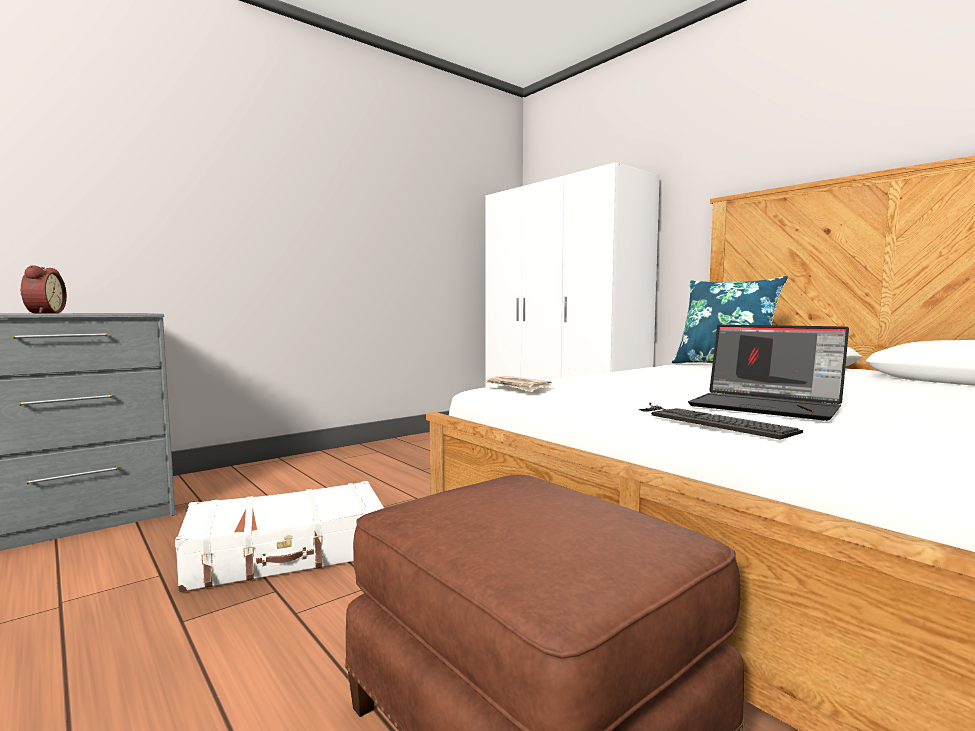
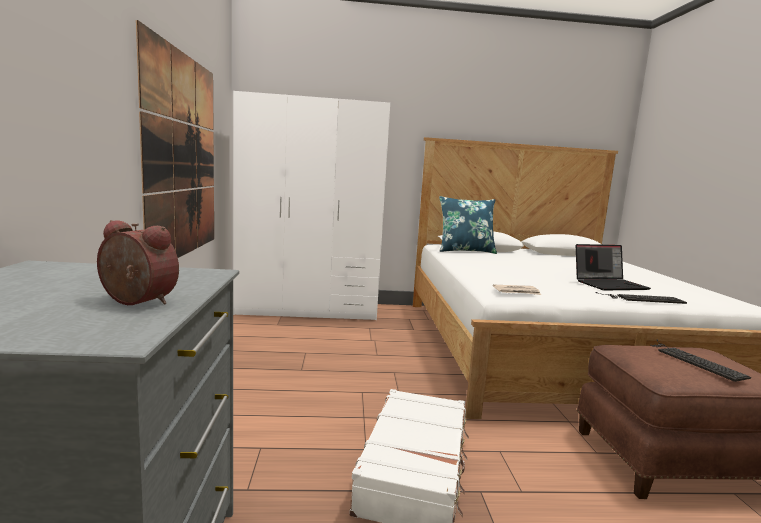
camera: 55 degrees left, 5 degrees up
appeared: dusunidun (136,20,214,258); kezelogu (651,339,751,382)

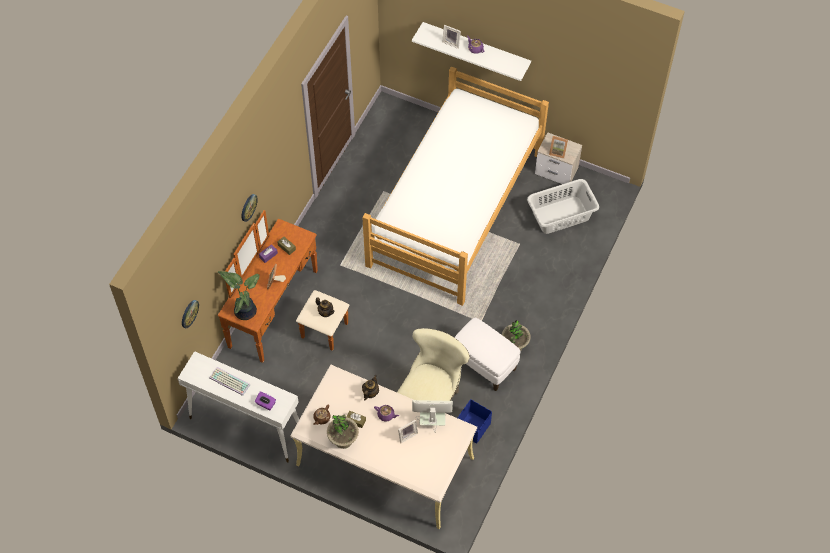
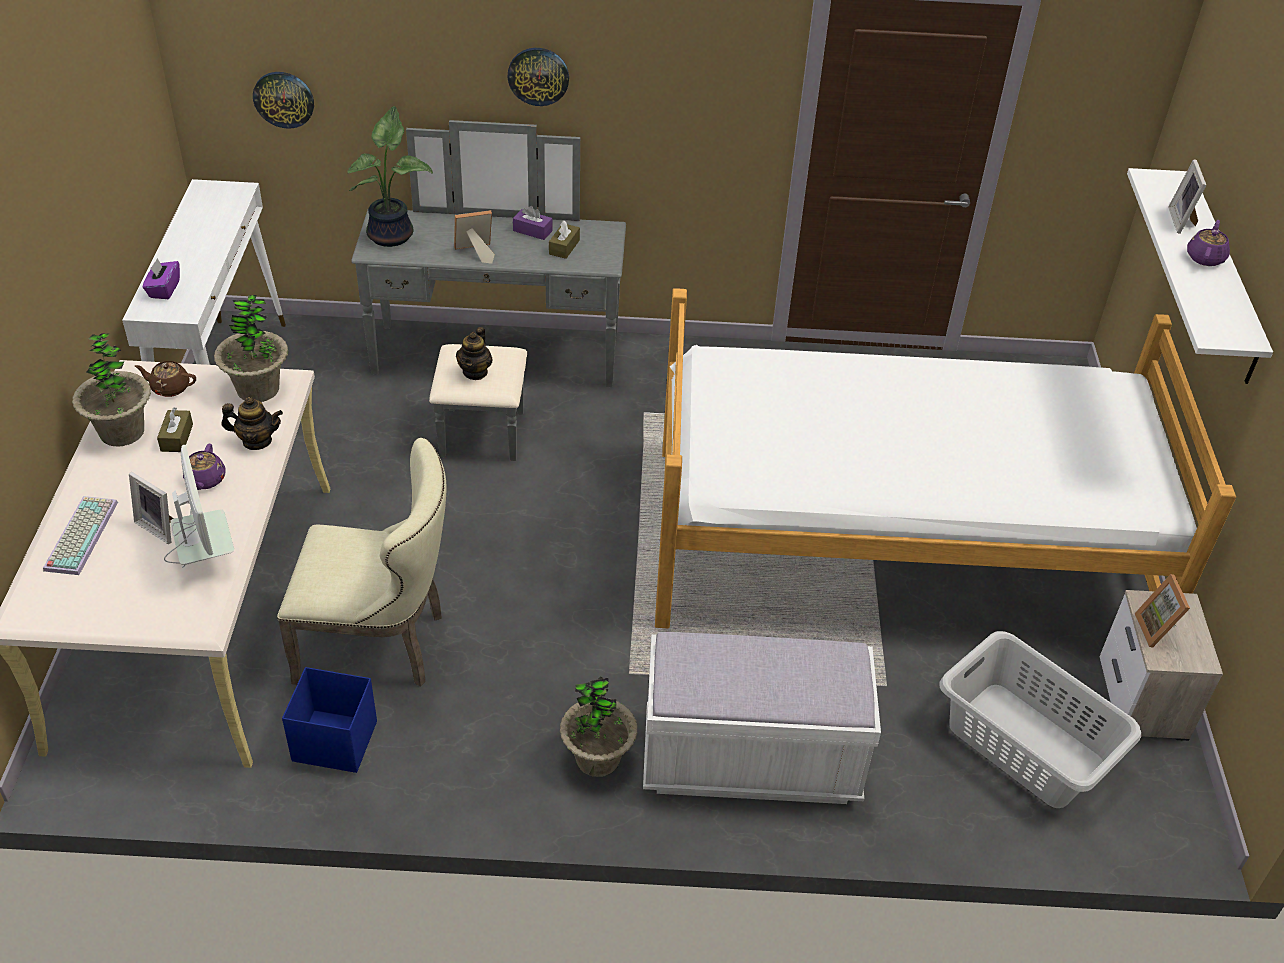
camera: 65 degrees right, 15 degrees down
missing: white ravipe (454,318,521,391)
appeared: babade (214,295,288,402); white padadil (643,632,881,804)
relocated: kezelogu (209,367,250,396) to (43,496,118,575)
colour: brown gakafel (218,210,350,363) to grey gakafel (351,120,626,461)

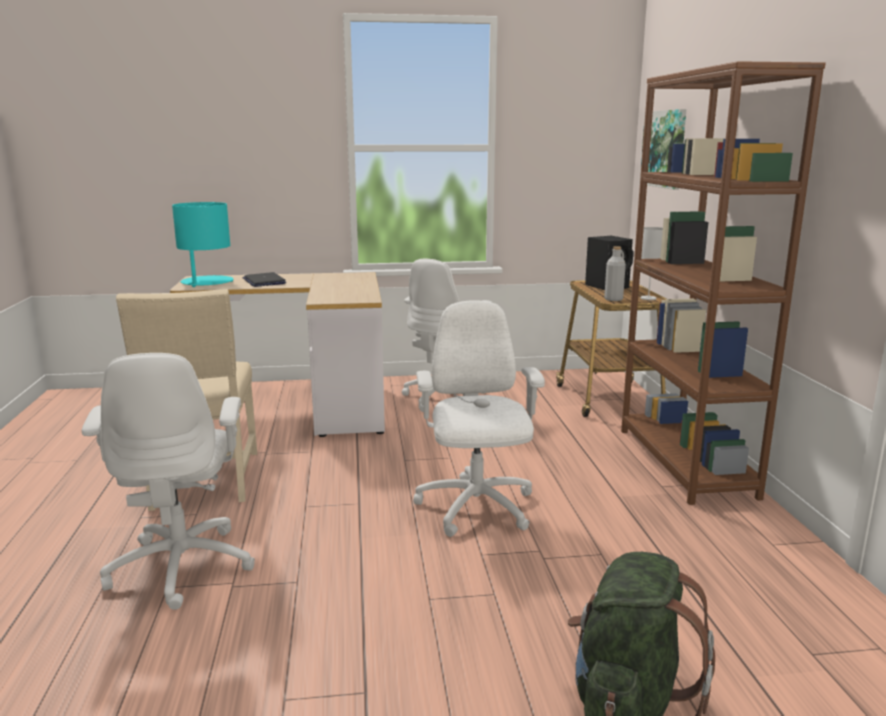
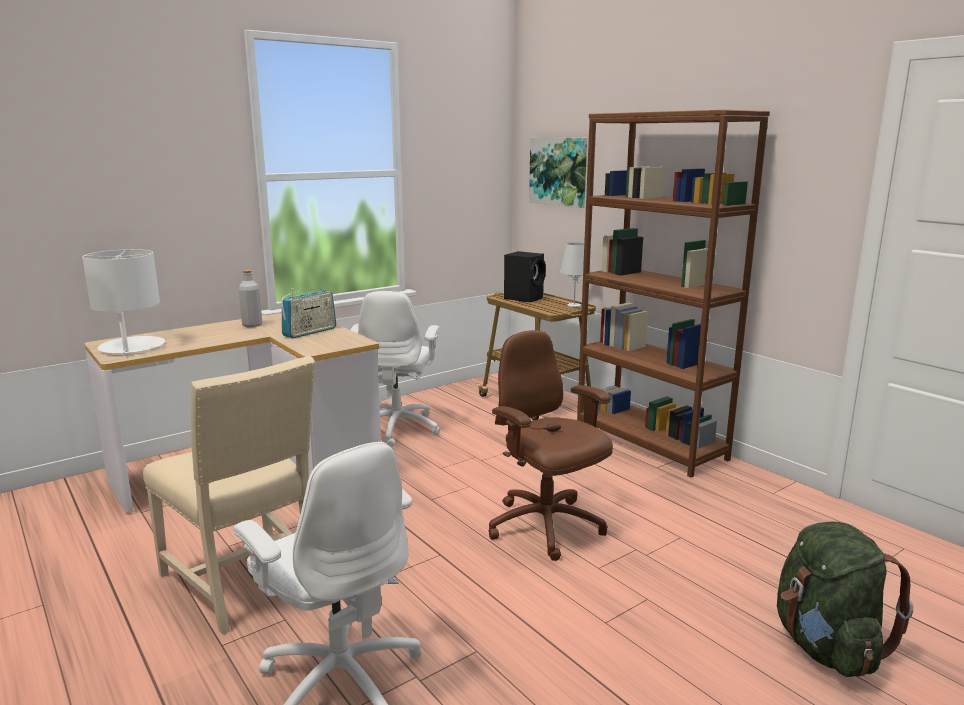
camera: 30 degrees left, 0 degrees up
missing: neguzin (242,272,286,287)
appeared: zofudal (281,288,336,338)
relocated: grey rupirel (604,246,626,301) to (239,270,262,327)
colour: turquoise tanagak (172,202,233,287) to white tanagak (82,249,165,356); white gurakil (413,300,545,537) to brown gurakil (488,330,613,561)

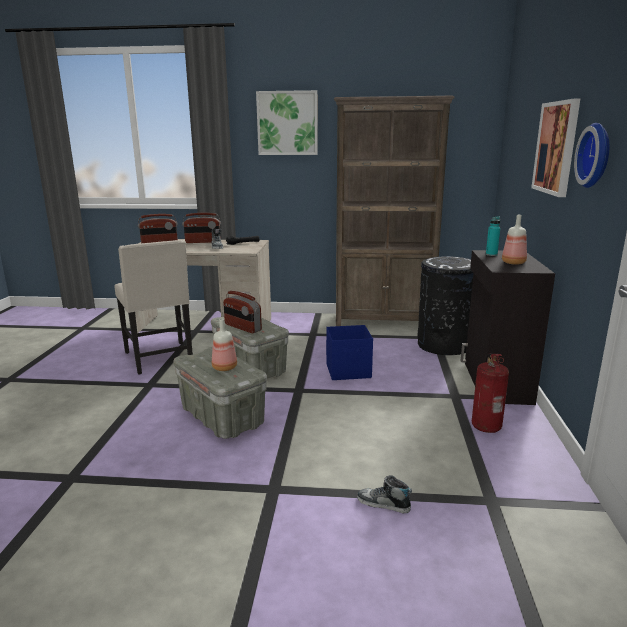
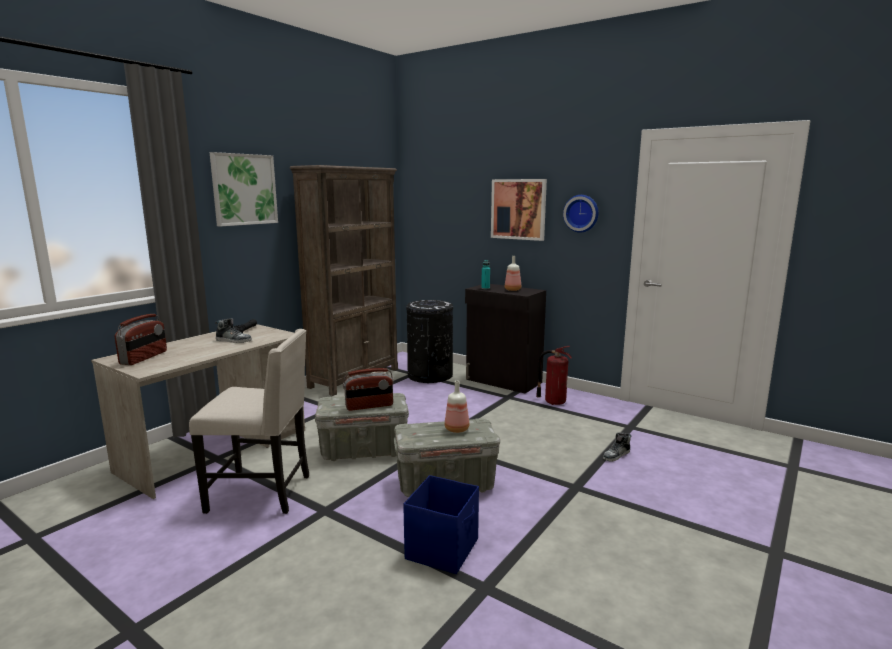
camera: 60 degrees left, 5 degrees down
missing: zofudal (182,213,221,243)
relocated: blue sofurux (326,325,373,380) to (403,475,479,574)

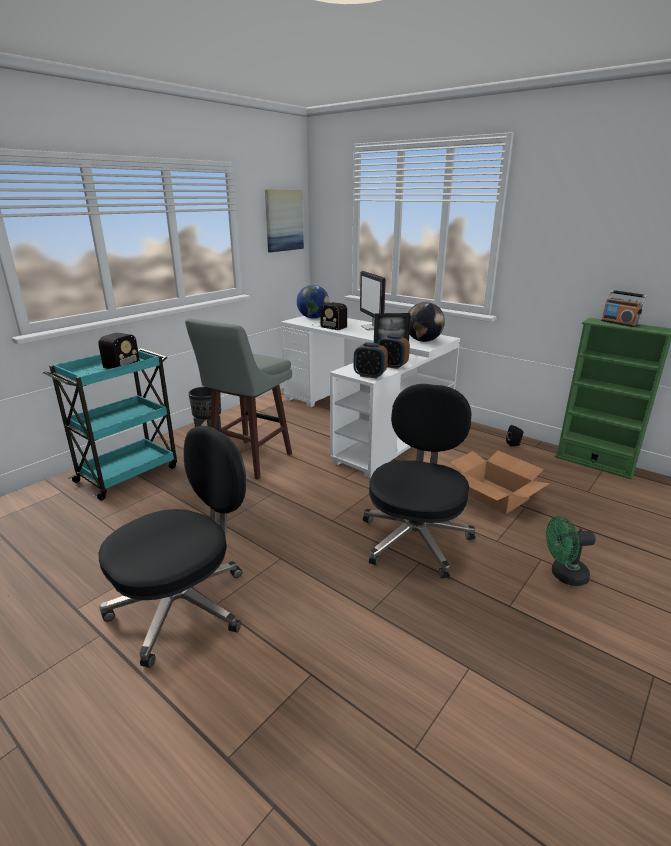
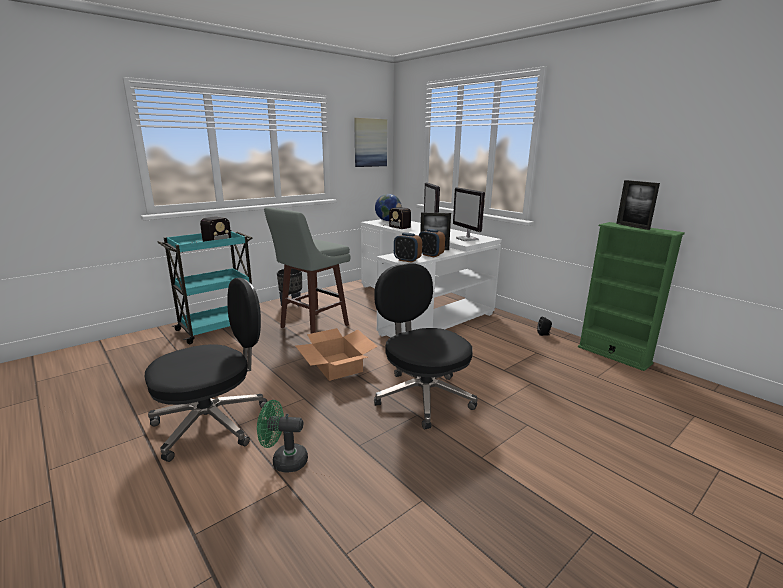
camera: 10 degrees right, 5 degrees down
relocated: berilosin (450,451,550,514) to (295,328,378,381); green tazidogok (546,516,596,586) to (257,400,308,472)
exchanged: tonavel (408,302,445,342) to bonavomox (453,187,485,241); zofudal (601,290,648,327) to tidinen (616,180,660,230)
spun: black gurakil (363,384,475,578) = (374,263,478,430) 60 degrees counterclockwise

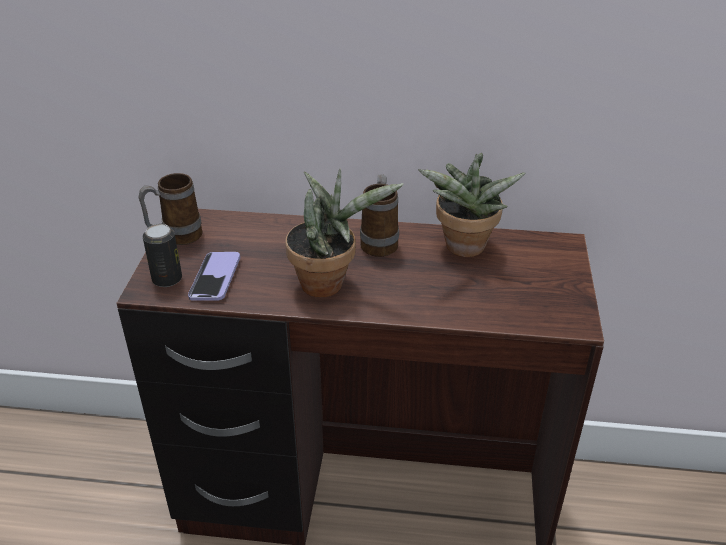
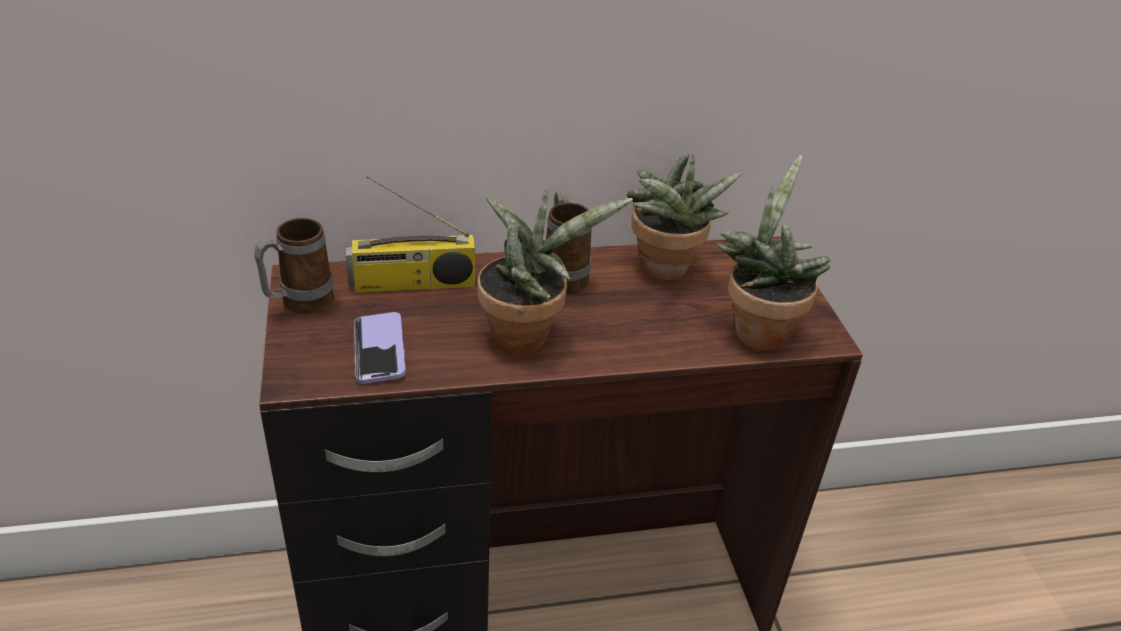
camera: 20 degrees left, 0 degrees up
missing: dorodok (143,224,182,287)
appeared: zofudal (346,176,475,293); babade (716,155,831,351)

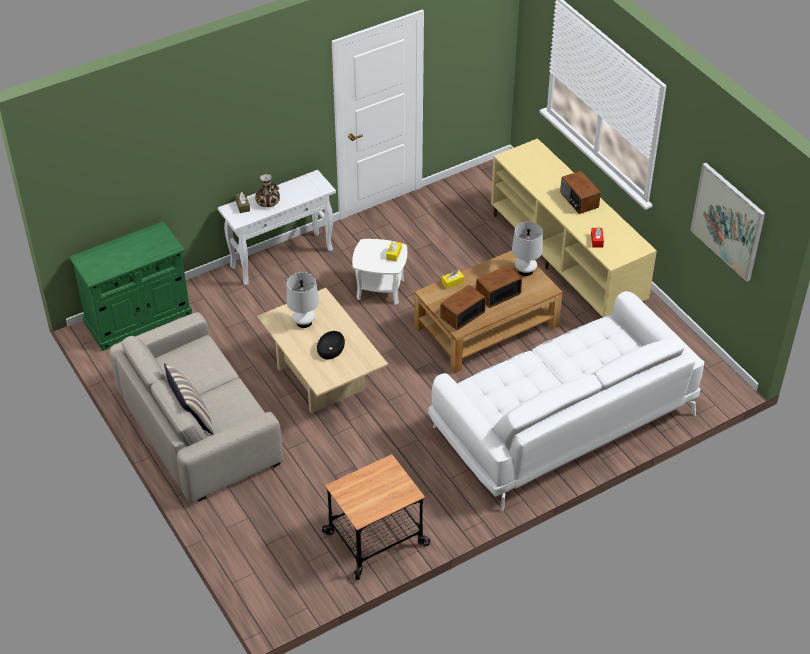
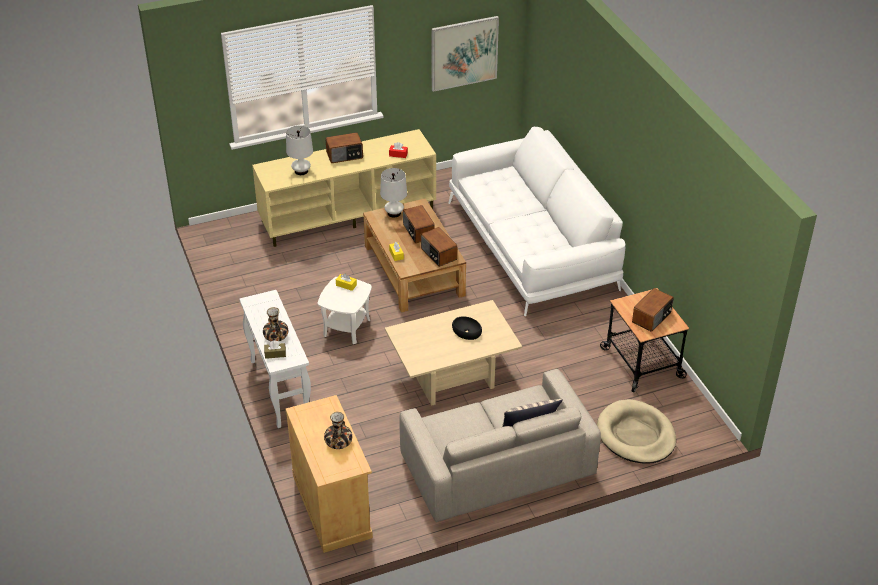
camera: 80 degrees left, 5 degrees down
appeared: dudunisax (324,412,352,449); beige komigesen (597,399,676,464); zofudal (632,288,674,332)
relocated: white tanagak (287,272,319,328) to (286,126,313,175)
colour: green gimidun (69,221,192,351) to beige gimidun (285,395,373,553)

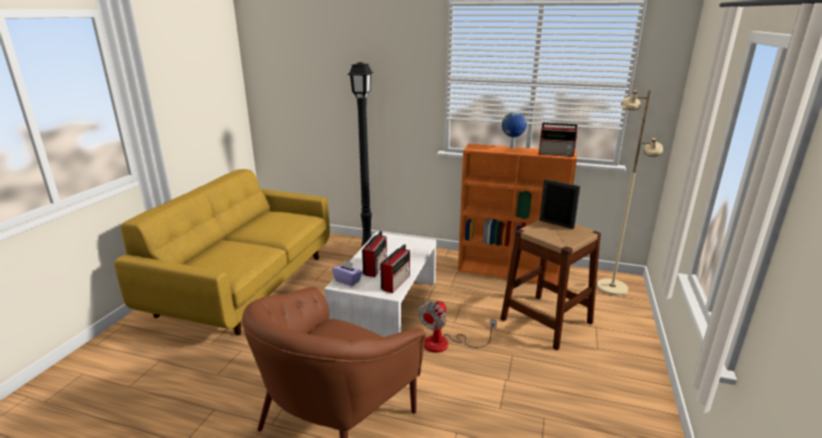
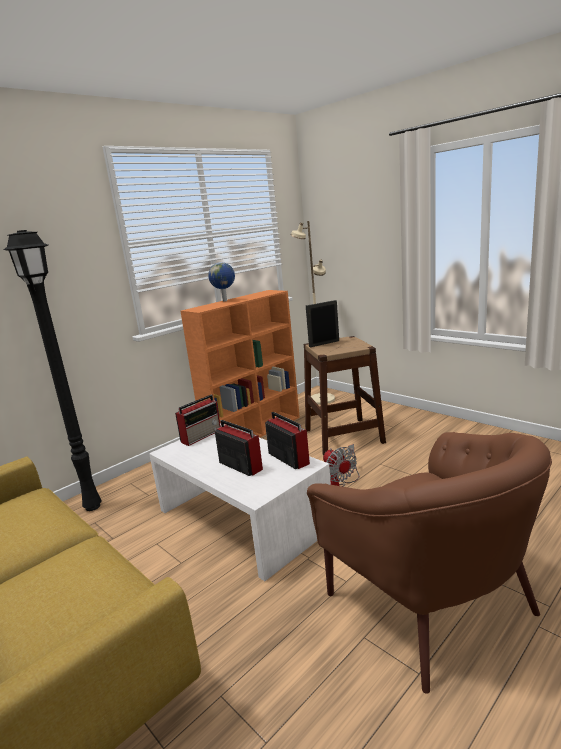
camera: 60 degrees left, 5 degrees down
missing: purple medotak (332,260,362,286)
relocated: zofudal (539,123,578,157) to (175,394,221,446)

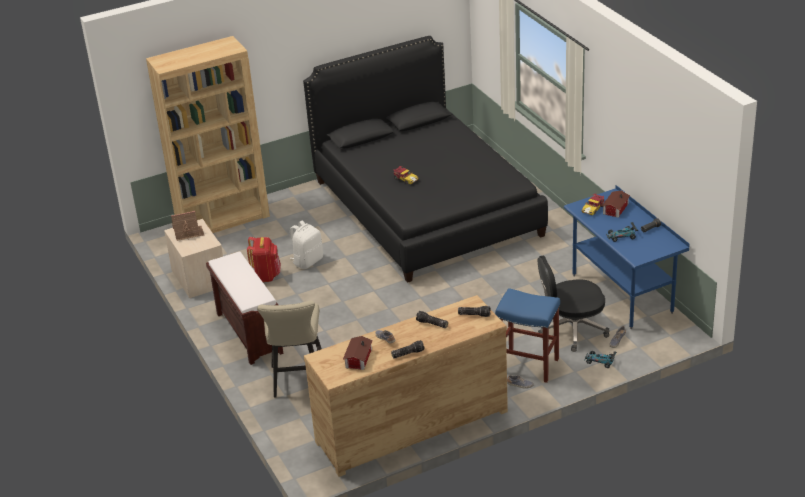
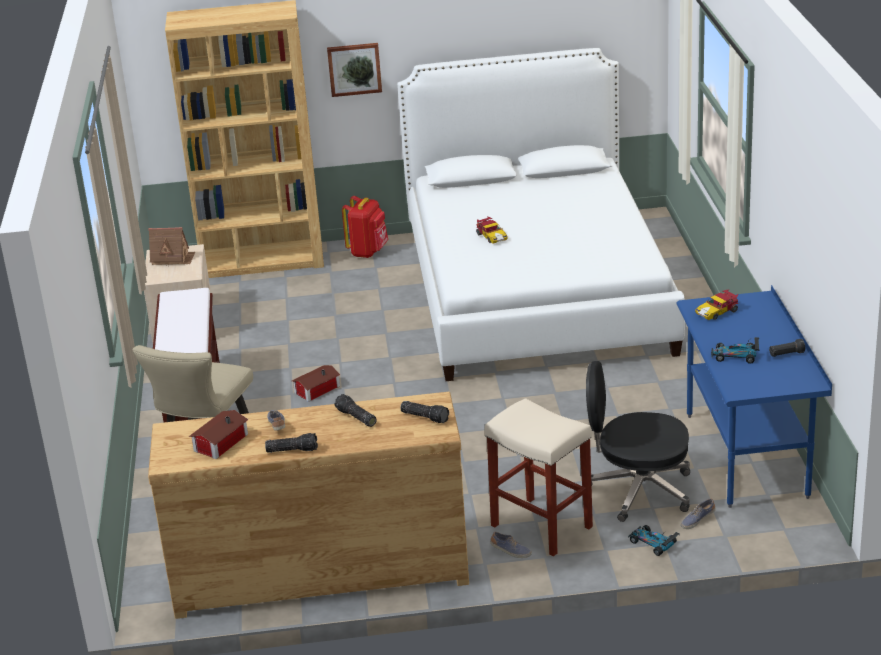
camera: 20 degrees right, 5 degrees down
missing: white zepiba (290,221,323,269)
appeared: dusunidun (327,43,382,97)
relocated: red zepiba (247,237,281,282) to (342,196,388,258); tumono (602,191,630,218) to (292,365,341,402)
colour: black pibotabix (303,36,548,283) to white pibotabix (397,48,685,381); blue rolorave (495,288,560,383) to beige rolorave (485,398,593,556)

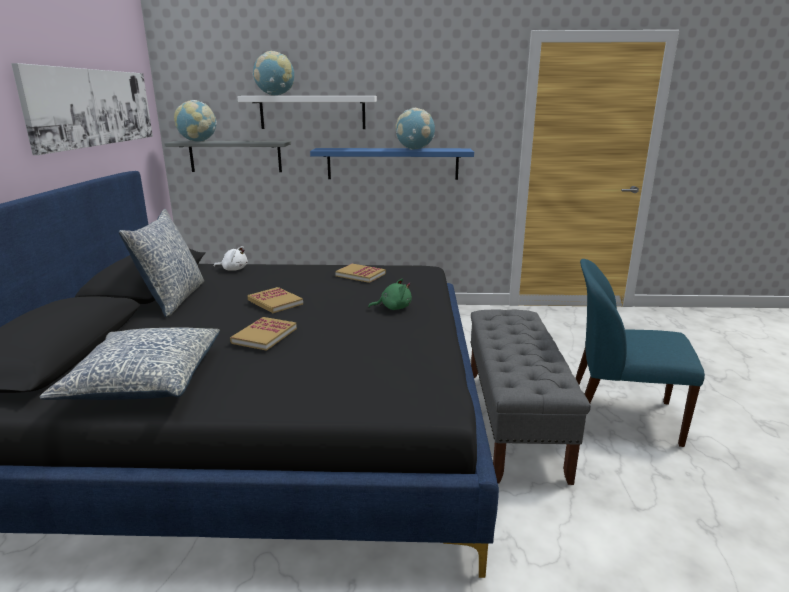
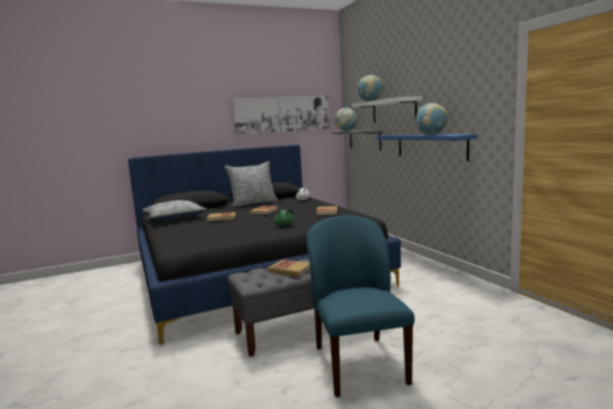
camera: 65 degrees right, 10 degrees down
appeared: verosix (268,259,310,276)

